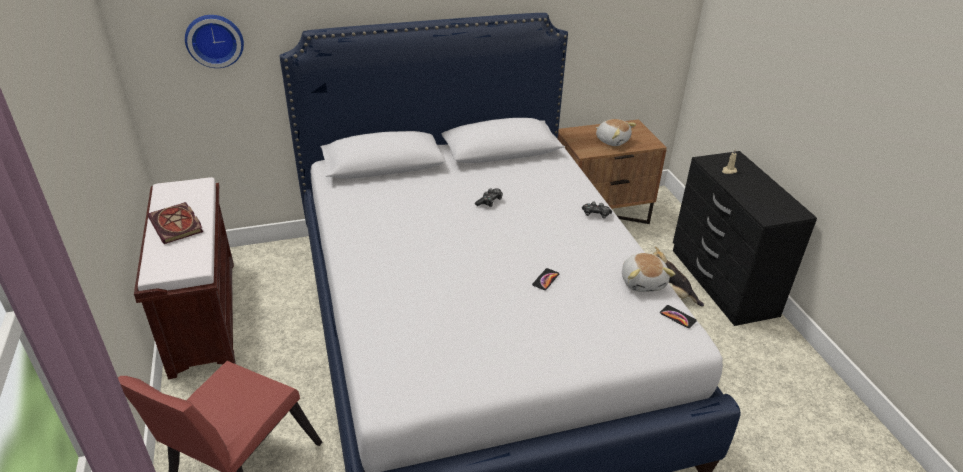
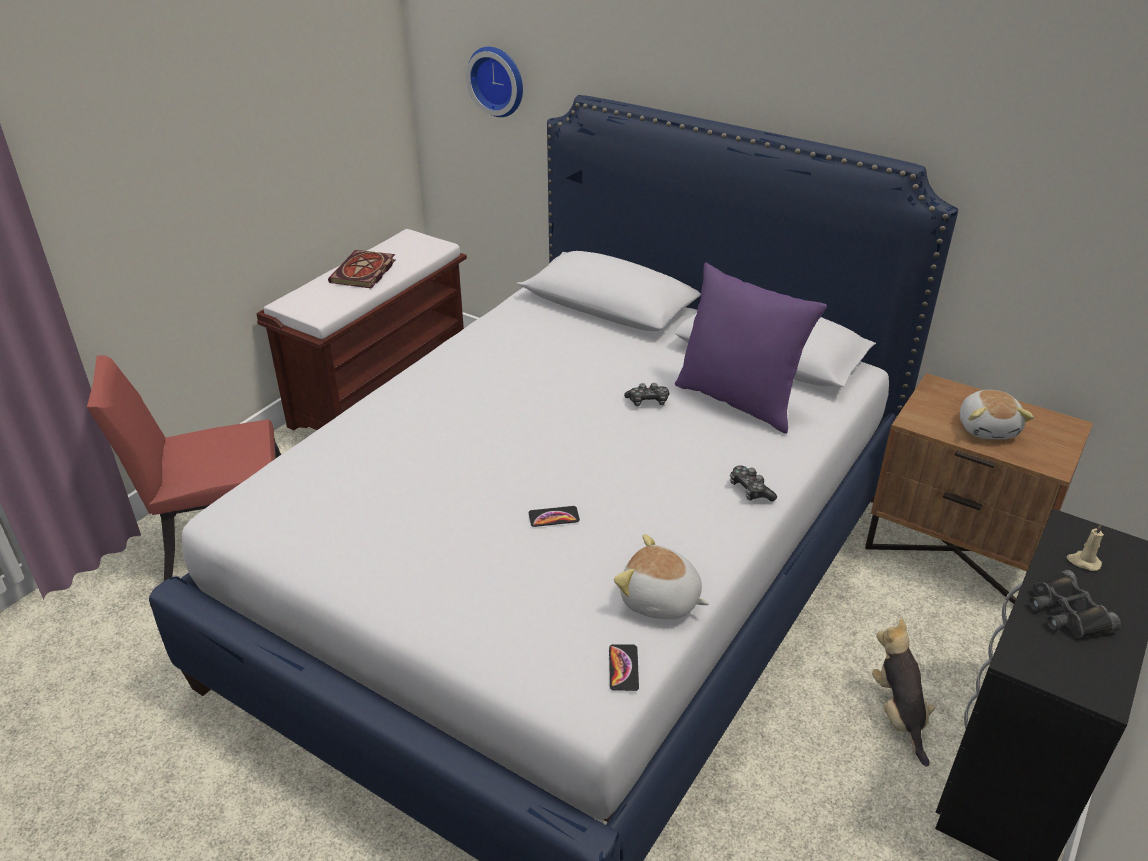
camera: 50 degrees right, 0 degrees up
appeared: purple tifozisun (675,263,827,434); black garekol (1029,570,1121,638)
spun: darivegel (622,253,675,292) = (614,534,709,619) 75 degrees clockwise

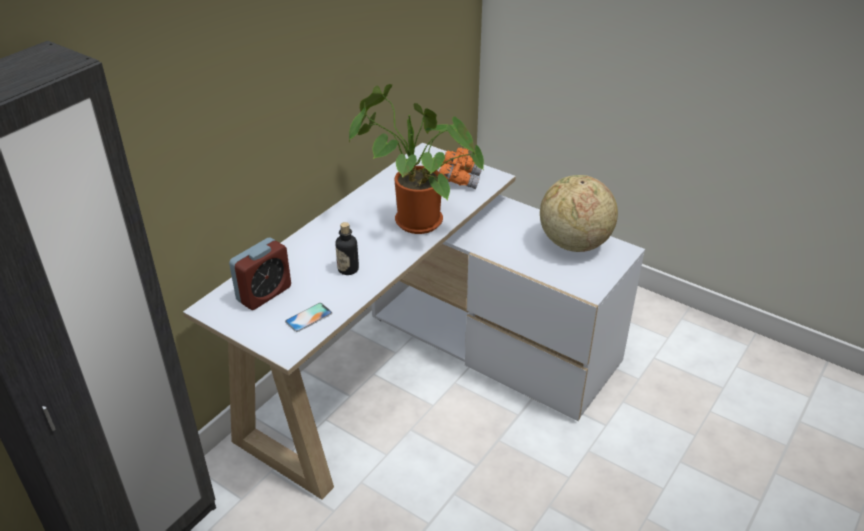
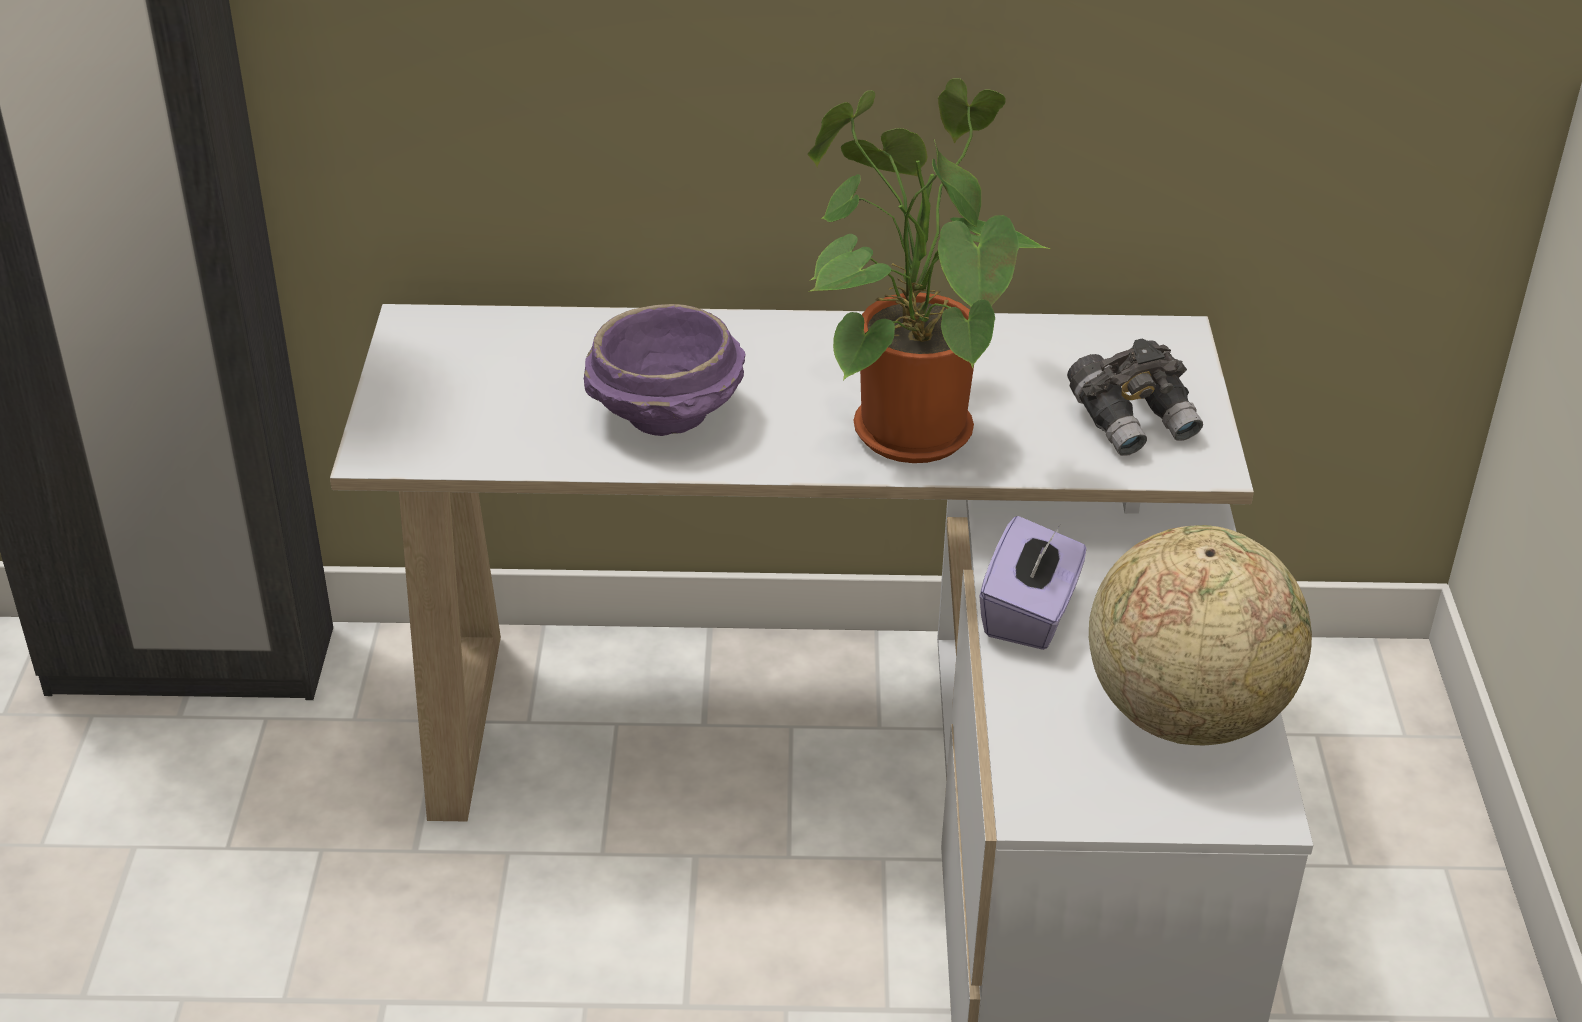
camera: 55 degrees right, 0 degrees up
missing: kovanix (229,238,291,310); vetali (285,303,332,332)
appeared: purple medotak (979,516,1087,650)
exchanged: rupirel (335,222,359,275) to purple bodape (584,304,745,436)
colour: orange garekol (439,148,482,189) to grey garekol (1067,339,1203,456)

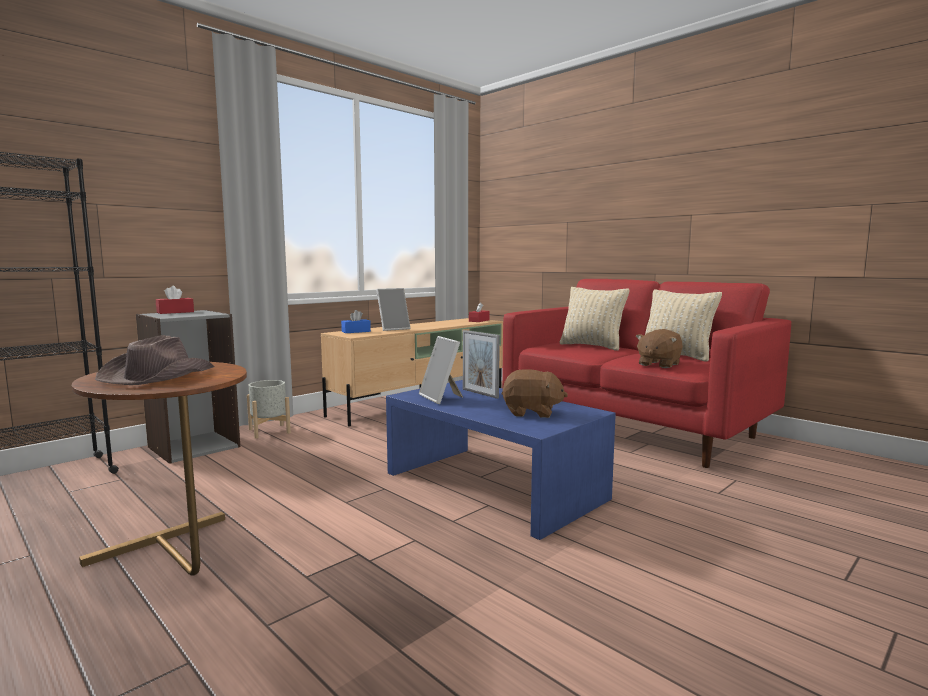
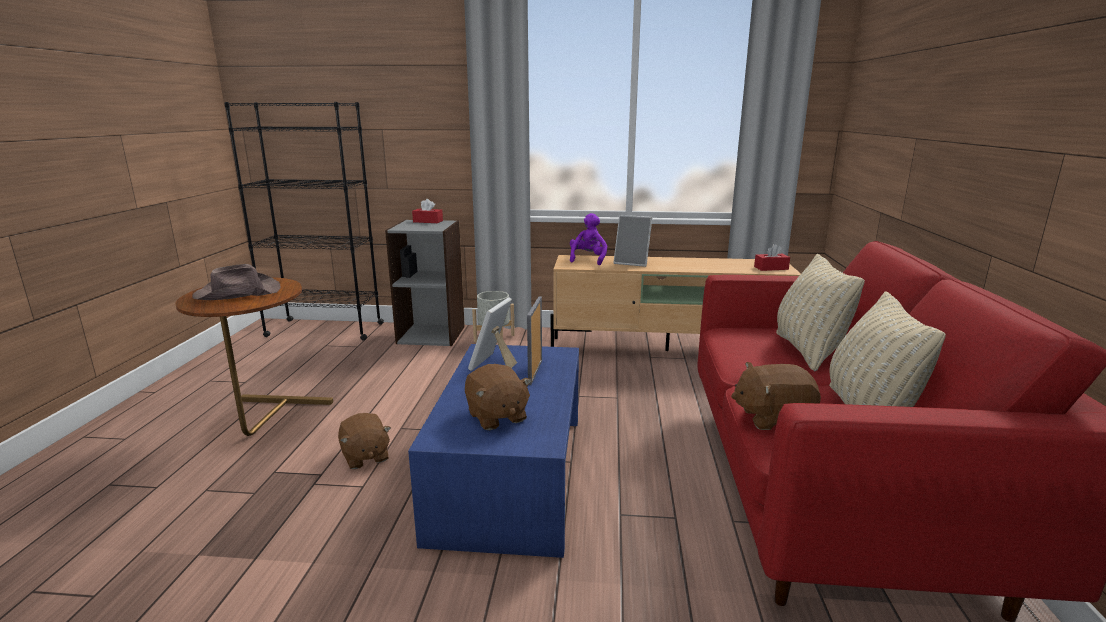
camera: 50 degrees right, 10 degrees up
appeared: brown darivegel (338,413,391,469)
exchanged: blue medotak (341,310,371,333) to purple darivegel (570,213,607,265)

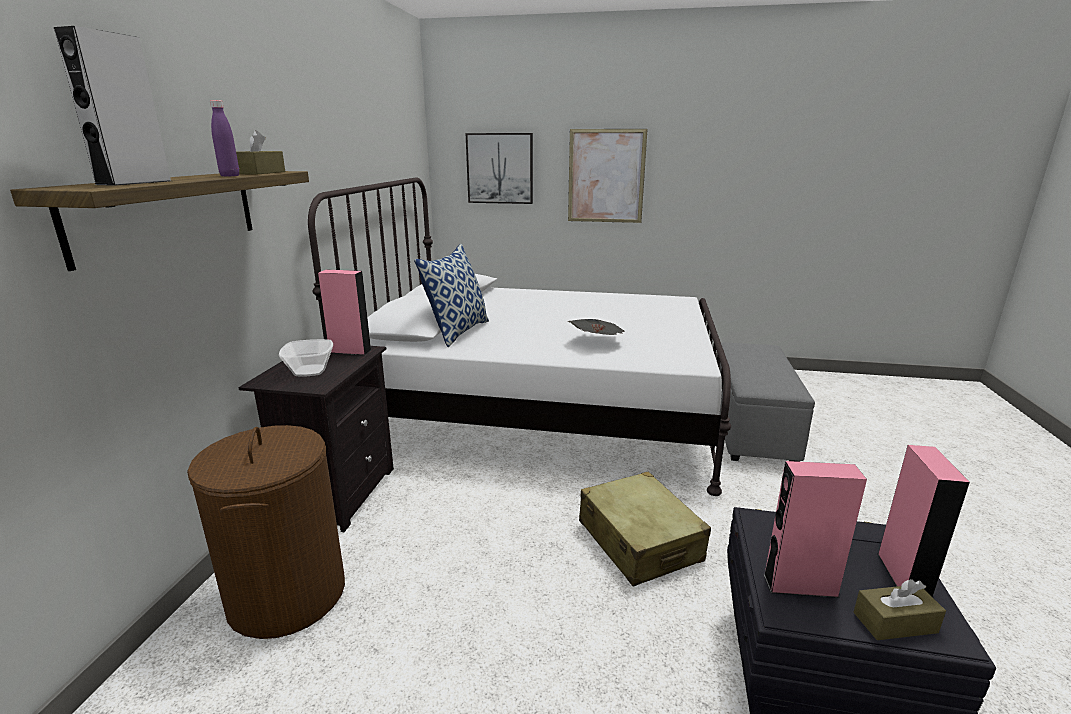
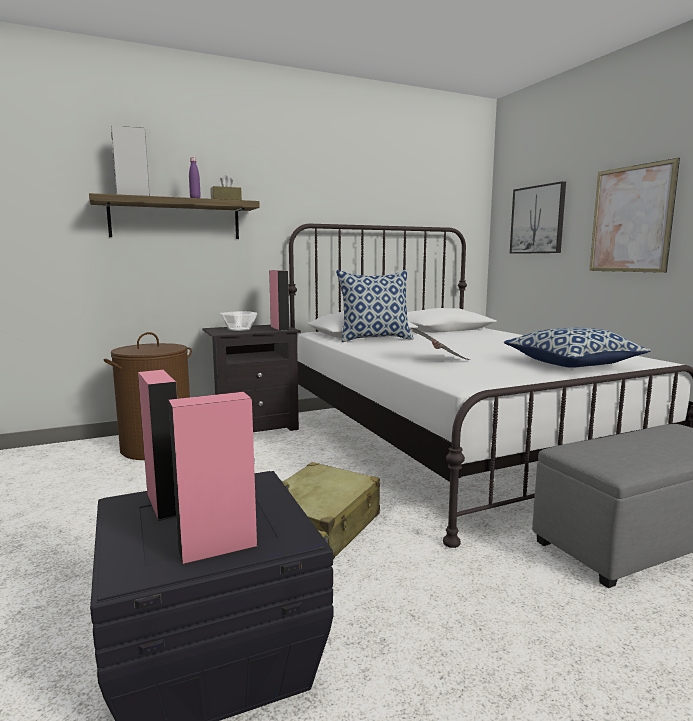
camera: 55 degrees right, 10 degrees down
missing: brown medotak (853,579,946,640)
appeared: tifozisun (504,327,651,368)

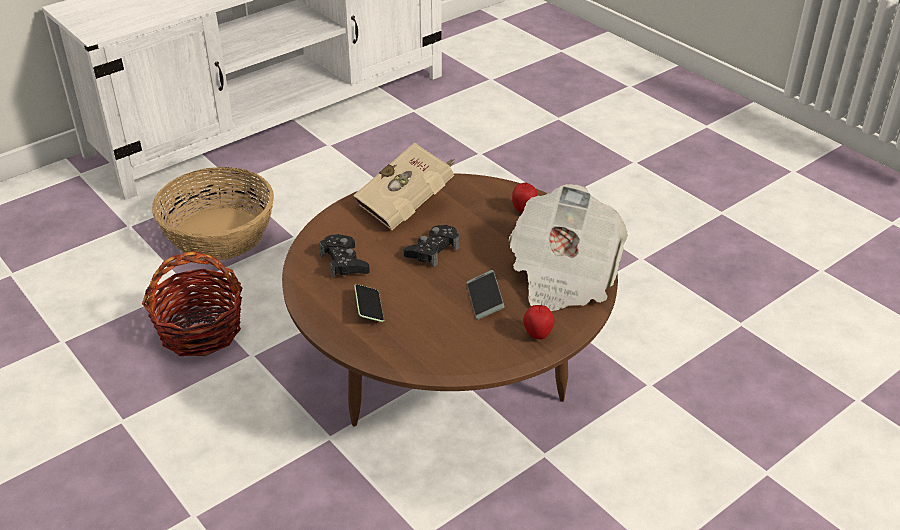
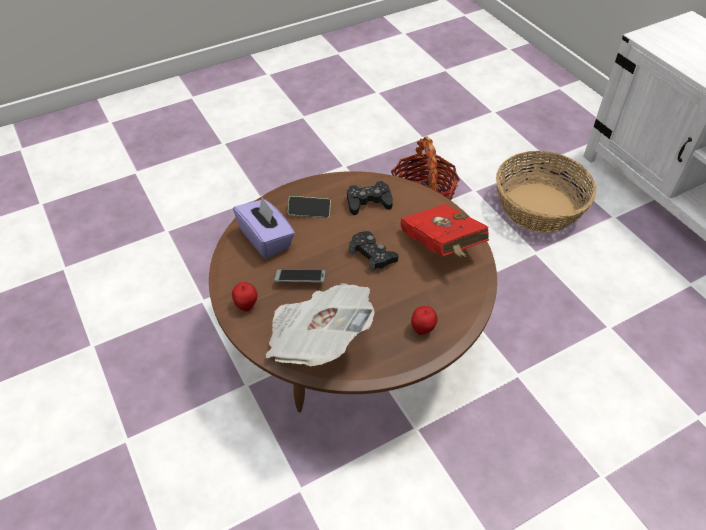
camera: 100 degrees right, 10 degrees up
appeared: purple medotak (233,197,295,259)
colour: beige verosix (353,142,455,230) to red verosix (401,204,489,257)

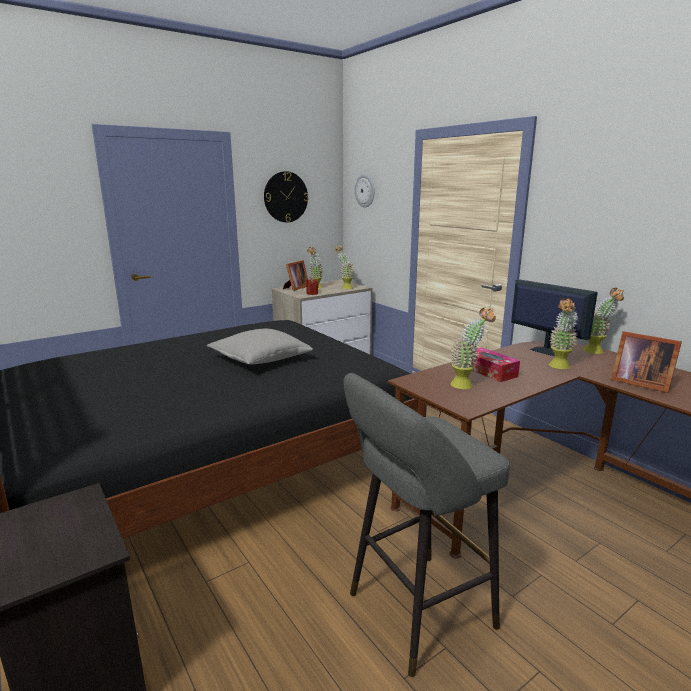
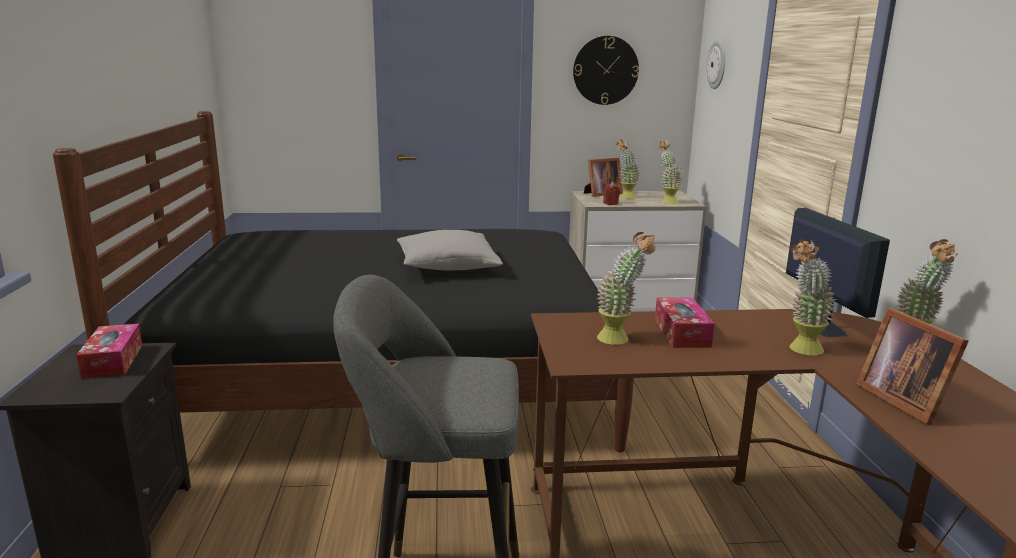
camera: 30 degrees right, 0 degrees up
appeared: medotak (76,324,142,379)

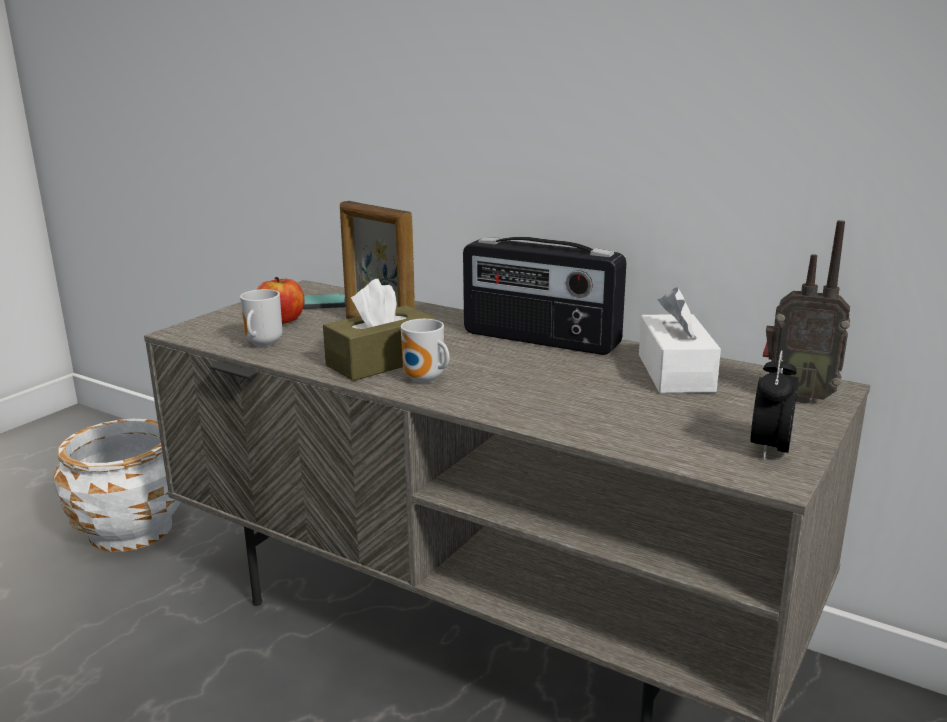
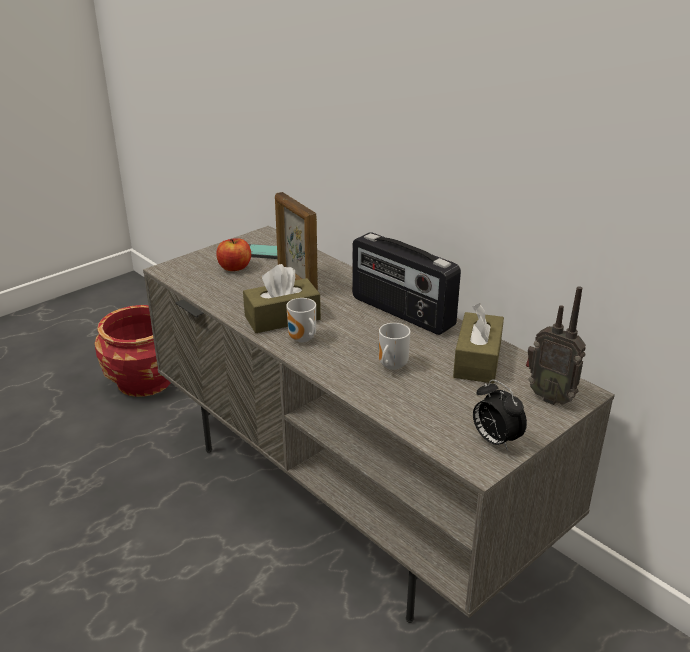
camera: 15 degrees right, 10 degrees up
relocated: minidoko (240,289,282,346) to (379,323,410,370)
colour: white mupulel (54,419,180,552) to red mupulel (95,305,171,397); white medotak (639,288,721,393) to brown medotak (453,303,504,383)
spun: kovanix (751,350,799,460) = (473,379,527,451) 75 degrees counterclockwise

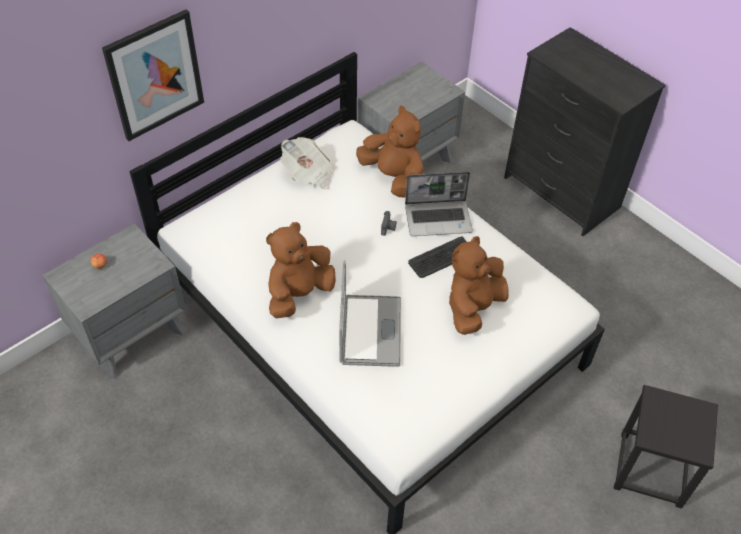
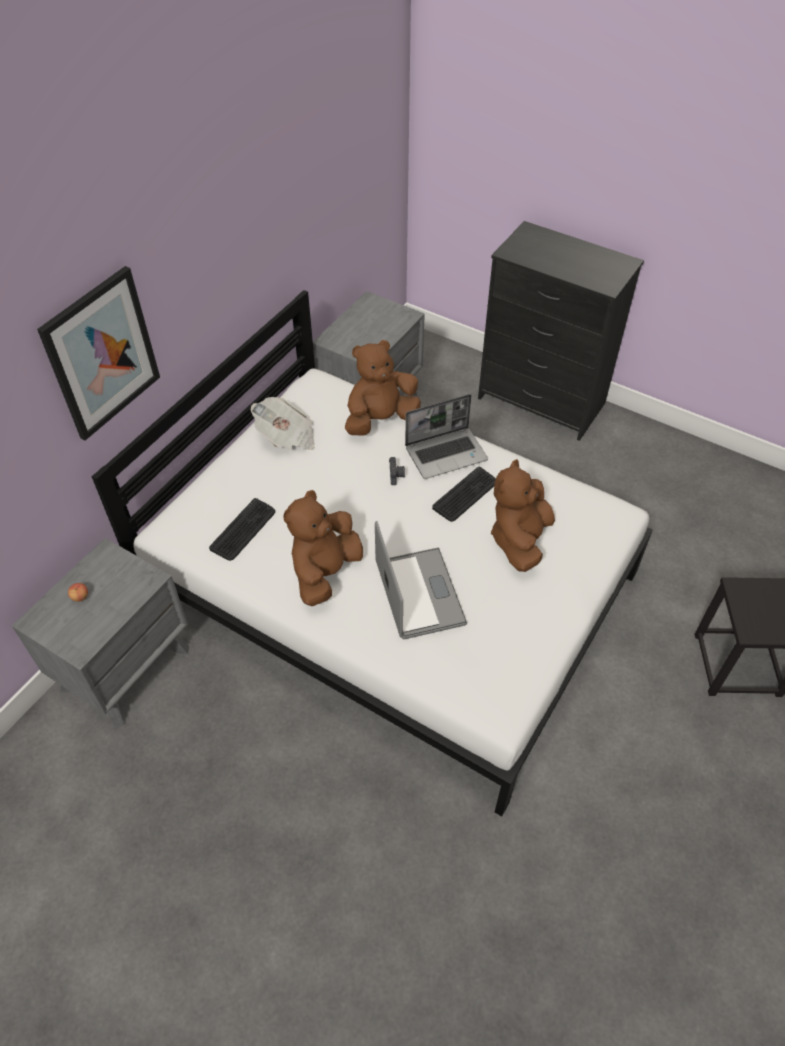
camera: 15 degrees left, 0 degrees up
appeared: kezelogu (209,498,275,561)
spun: brown darivegel (356,106,424,197) = (345,340,421,435) 60 degrees counterclockwise

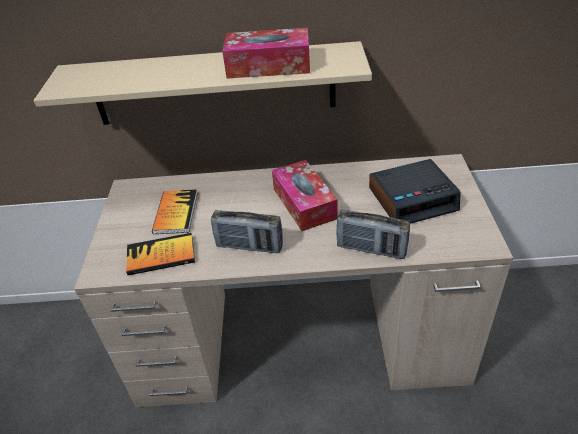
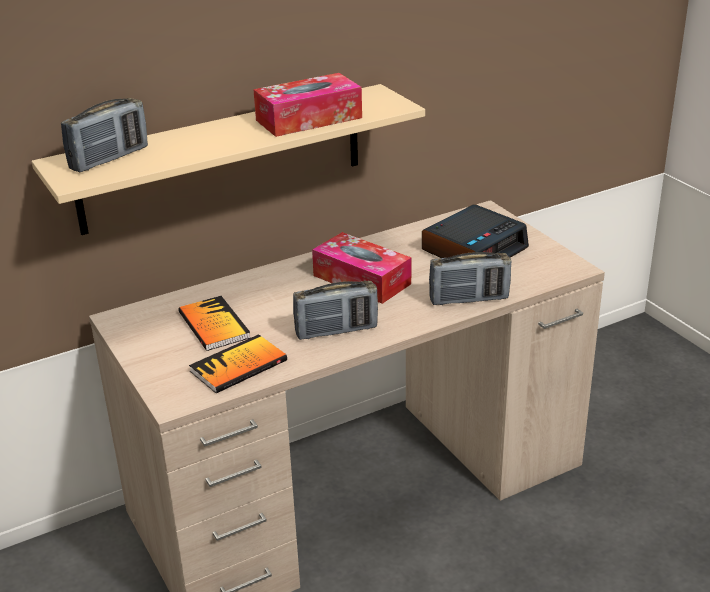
camera: 30 degrees left, 10 degrees down
appeared: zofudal (61,98,148,172)

